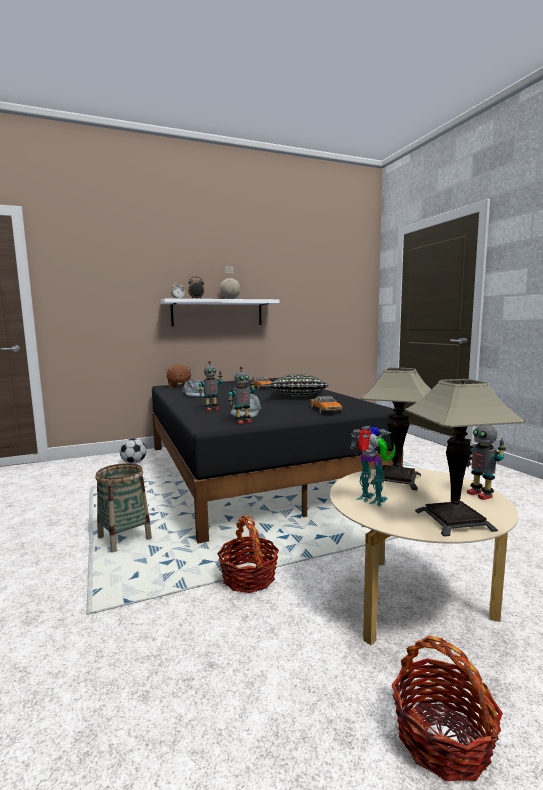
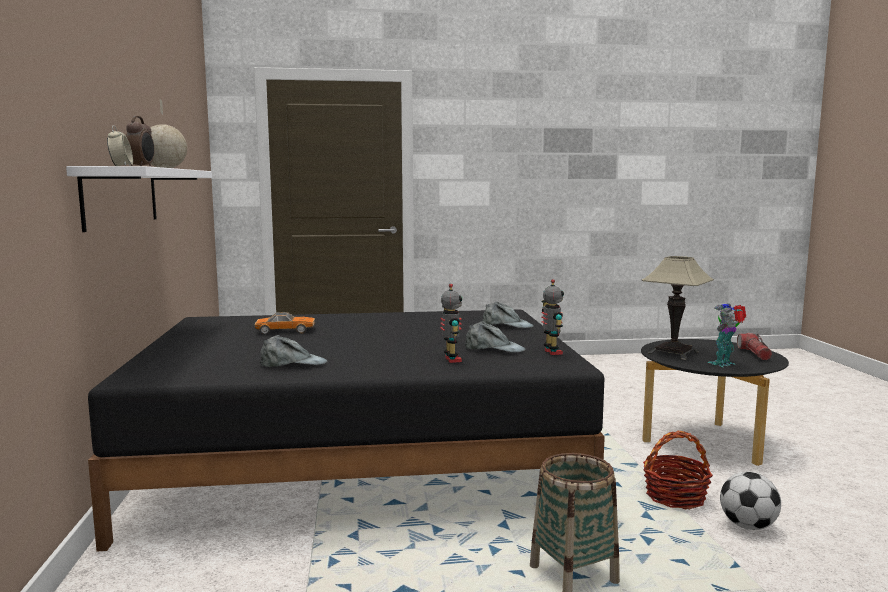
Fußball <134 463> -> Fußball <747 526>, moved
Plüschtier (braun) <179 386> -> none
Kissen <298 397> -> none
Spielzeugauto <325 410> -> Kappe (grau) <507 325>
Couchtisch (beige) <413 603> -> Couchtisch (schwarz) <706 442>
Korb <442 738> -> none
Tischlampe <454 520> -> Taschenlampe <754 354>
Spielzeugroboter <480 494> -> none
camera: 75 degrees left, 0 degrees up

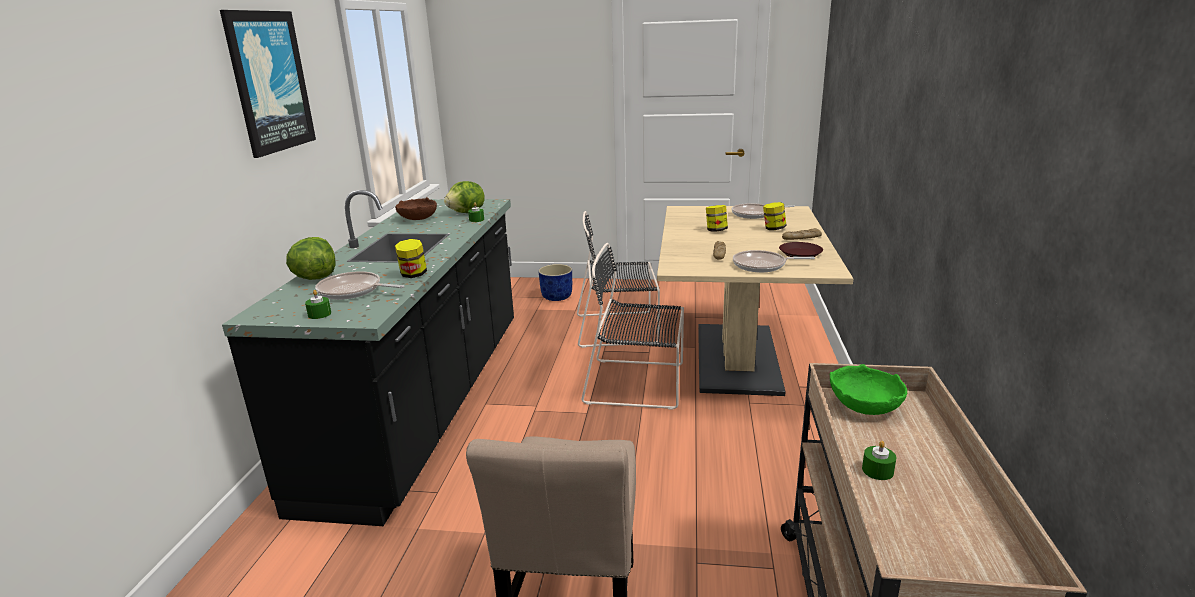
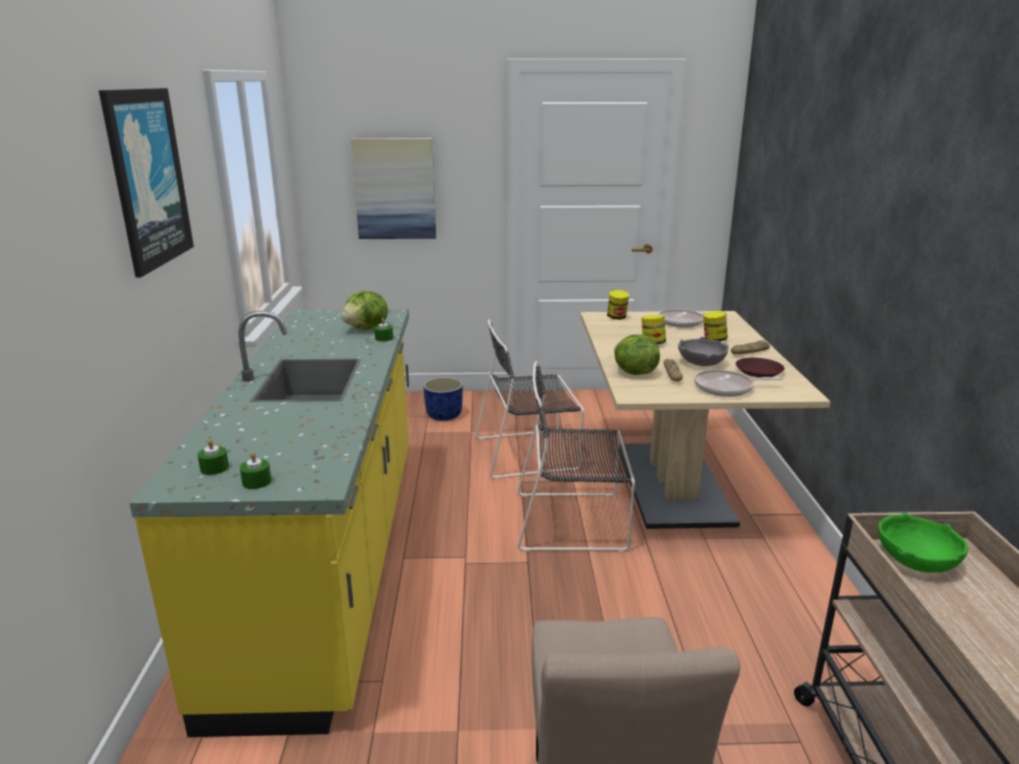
Küchenzeile (schwarz) <426 405> -> Küchenzeile (gelb) <331 564>
Salatkopf <315 278> -> Salatkopf <634 373>, moved
Pfanne <353 291> -> none
Schüssel (braun) <418 218> -> none
Vorratsglas <413 275> -> Vorratsglas <617 317>, moved
Kerze (grün) <877 470> -> Kerze (grün) <214 468>, moved
none -> Bild <395 189>
none -> Schüssel (grau) <701 363>
camera: 10 degrees left, 0 degrees up

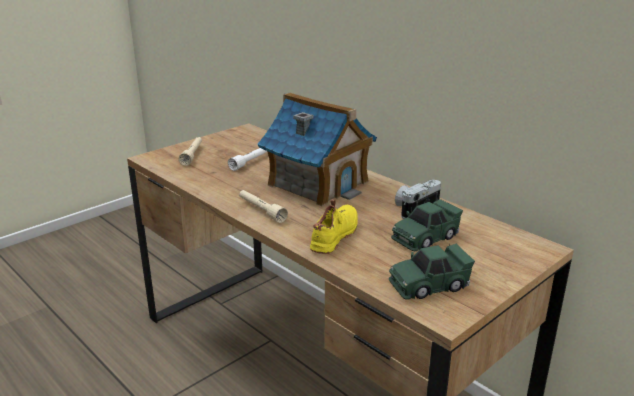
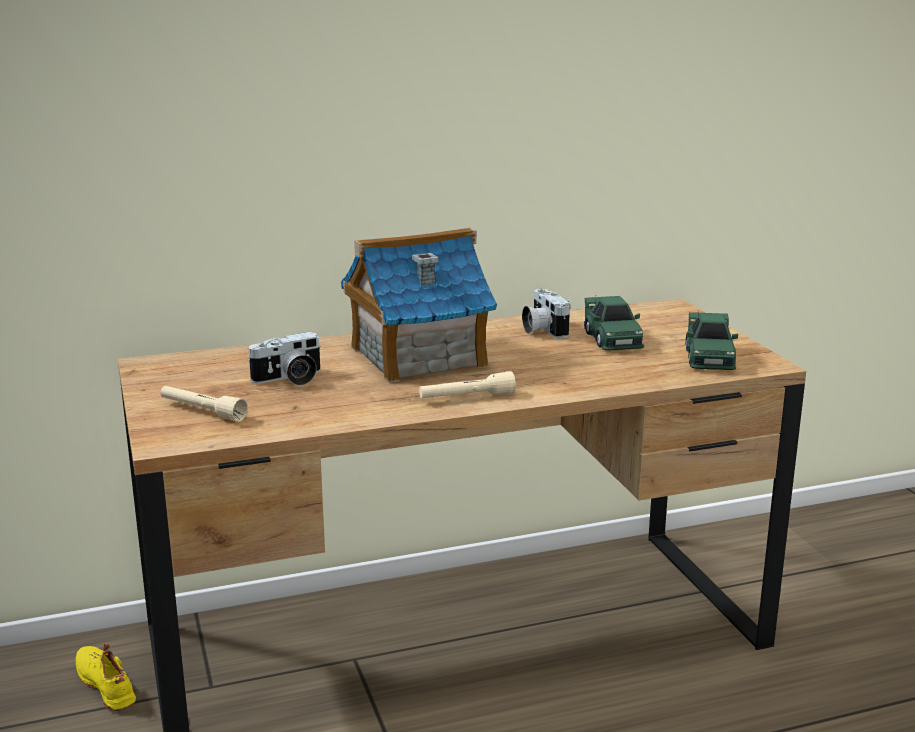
Taschenlampe (weiß) <251 161> -> Kamera <289 379>
Schuh (gelb) <336 236> -> Schuh (gelb) <108 685>, moved
camera: 65 degrees left, 5 degrees down

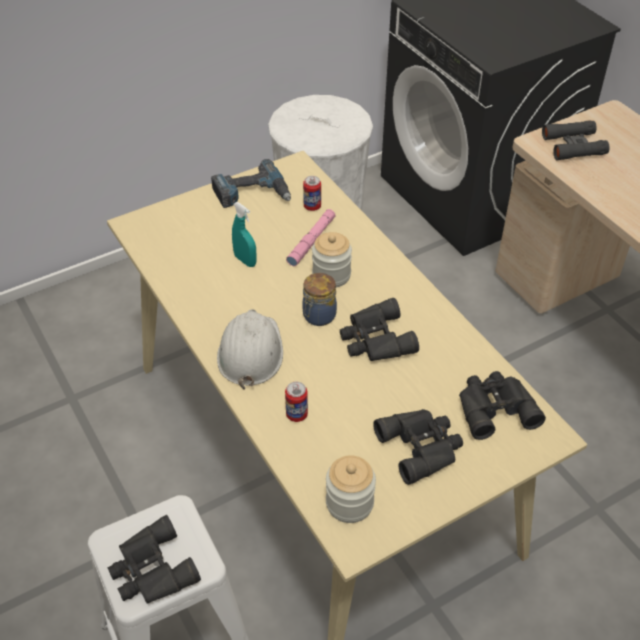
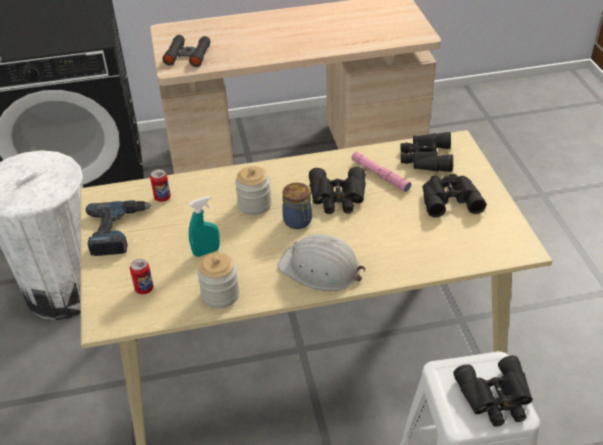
Dose <296 414> -> Dose <144 289>, moved
Taschenlampe (rosa) <311 241> -> Taschenlampe (rosa) <380 175>, moved
Vorratsglas <349 503> -> Vorratsglas <220 295>, moved
camera: 70 degrees left, 5 degrees down

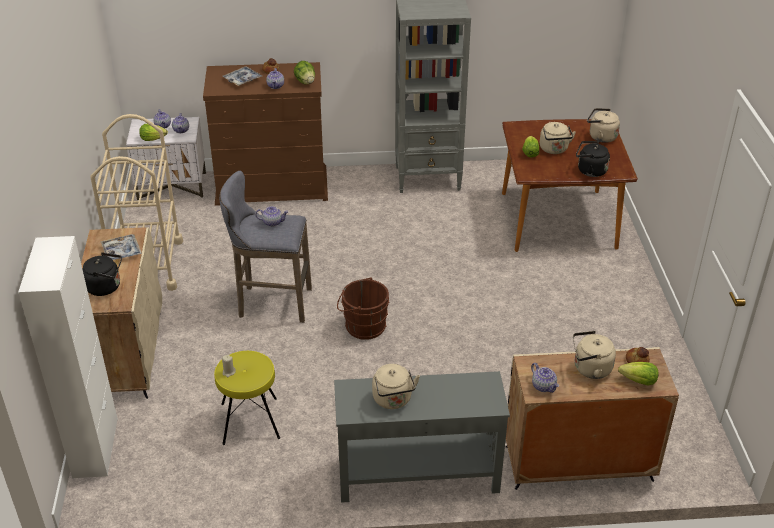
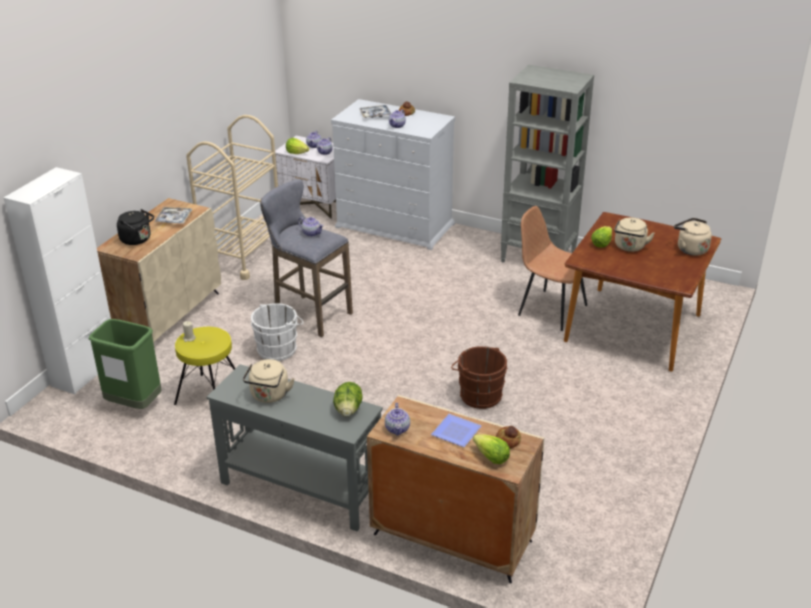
Kommode (braun) <272 186> -> Kommode (weiß) <395 226>
Salatkopf <305 82> -> Salatkopf <348 410>, moved
Eimer (braun) <363 326> -> Eimer (braun) <478 395>, moved
Wasserkessel (beige) <590 369> -> Teller <455 431>
Wasserkessel (schwarz) <589 171> -> none
none -> Mülleimer (grün) <134 405>
none -> Eimer (weiß) <279 349>
none -> Stuhl (braun) <551 309>
camera: 30 degrees right, 5 degrees down

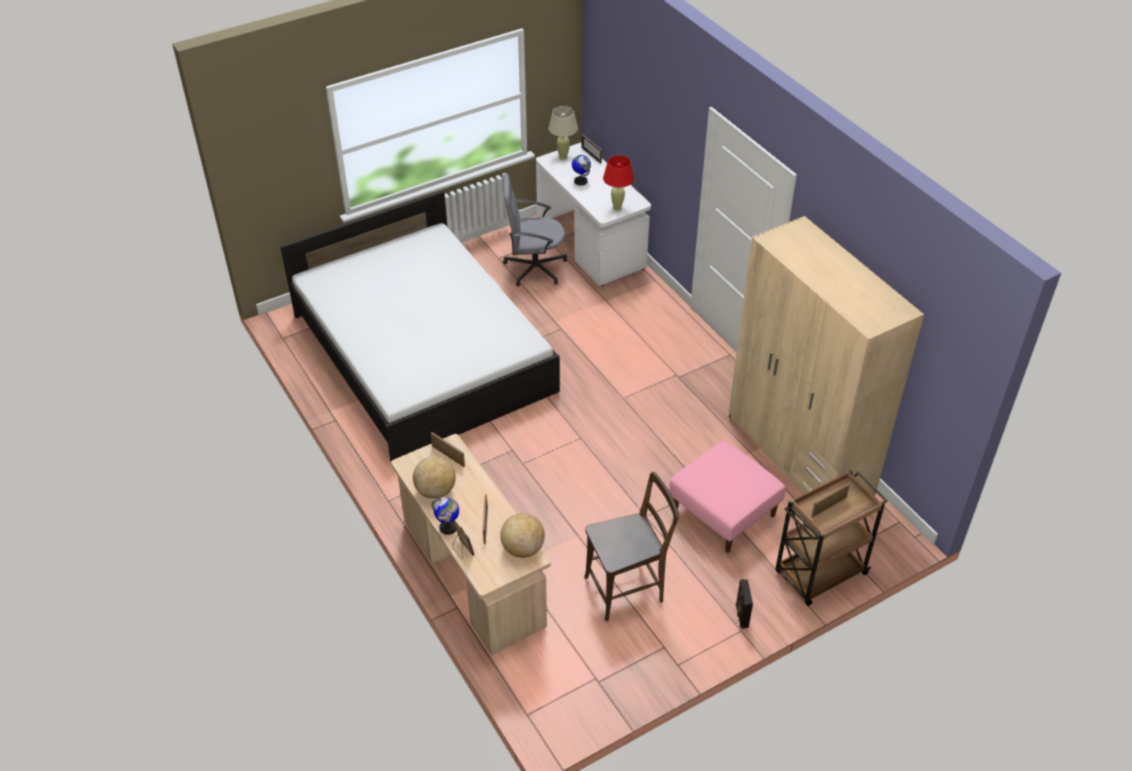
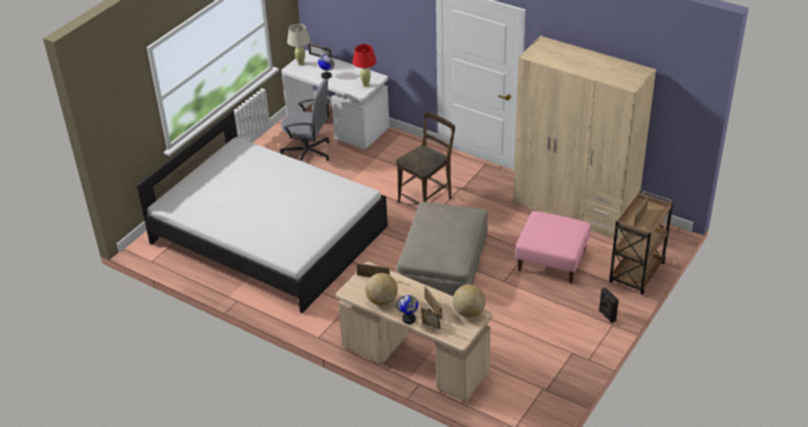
Bürostuhl (grau) <534 268> -> Bürostuhl (grau) <308 153>, 135 degrees counterclockwise
Stuhl (braun) <628 588> -> Stuhl (braun) <426 199>, moved
none -> Polsterhocker (beige) <443 259>
camera: 25 degrees left, 5 degrees down

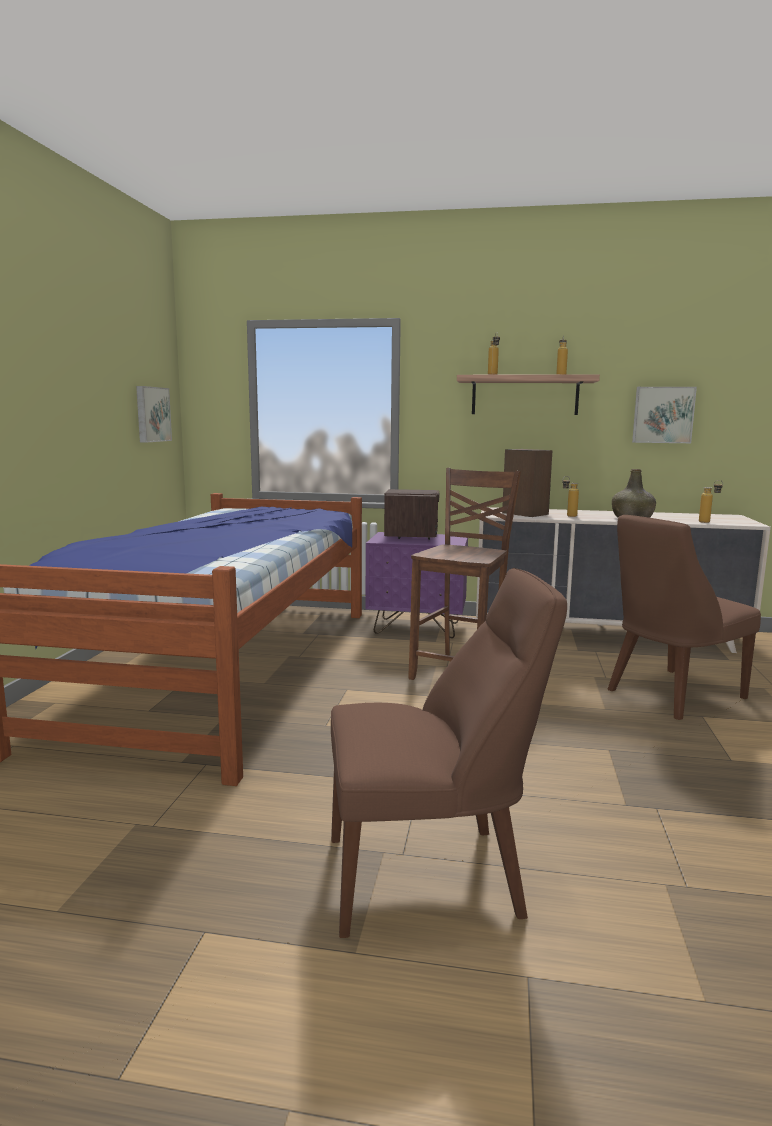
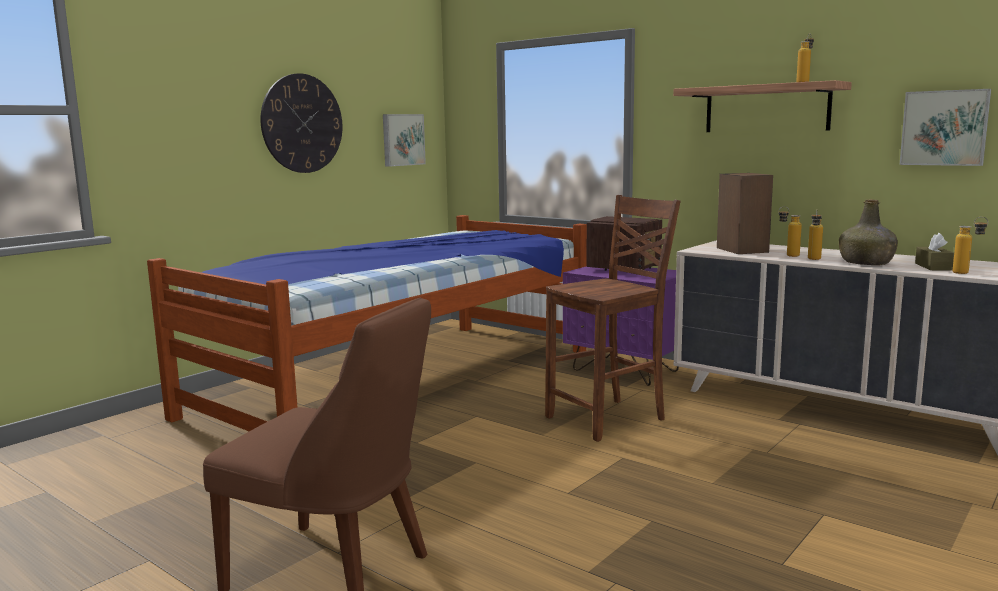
Flasche <493 374> -> Flasche <814 259>, moved
Stuhl (braun) <670 695> -> none
none -> Wanduhr <302 123>
none -> Taschentuchbox (braun) <933 266>
camera: 30 degrees right, 0 degrees up

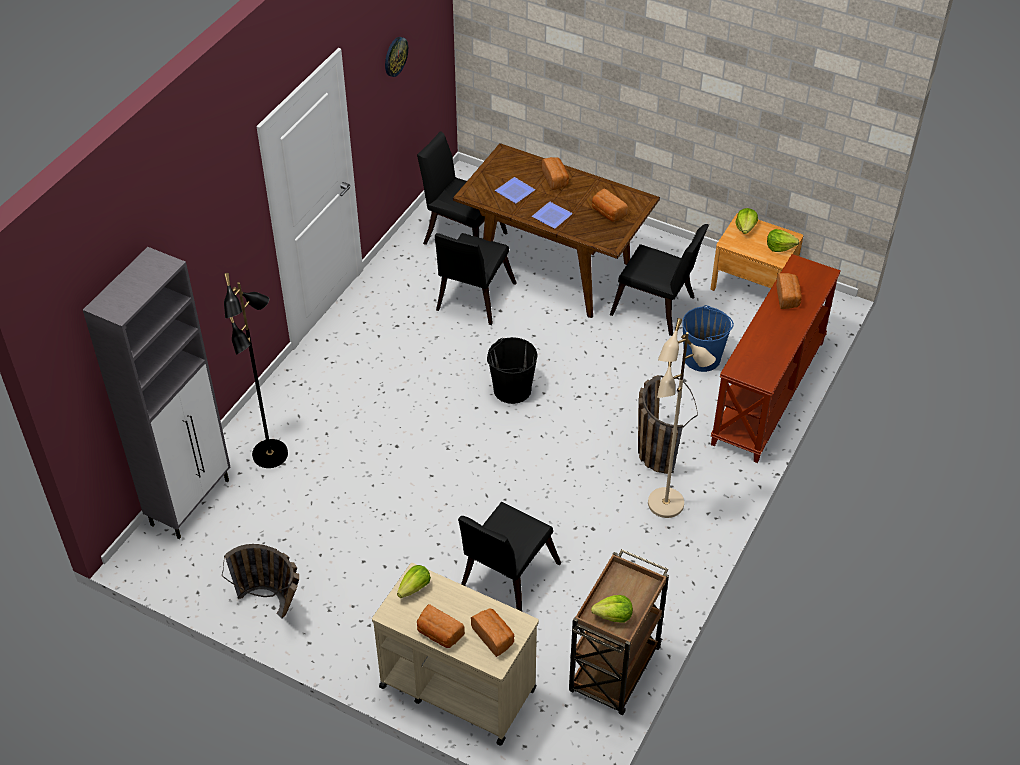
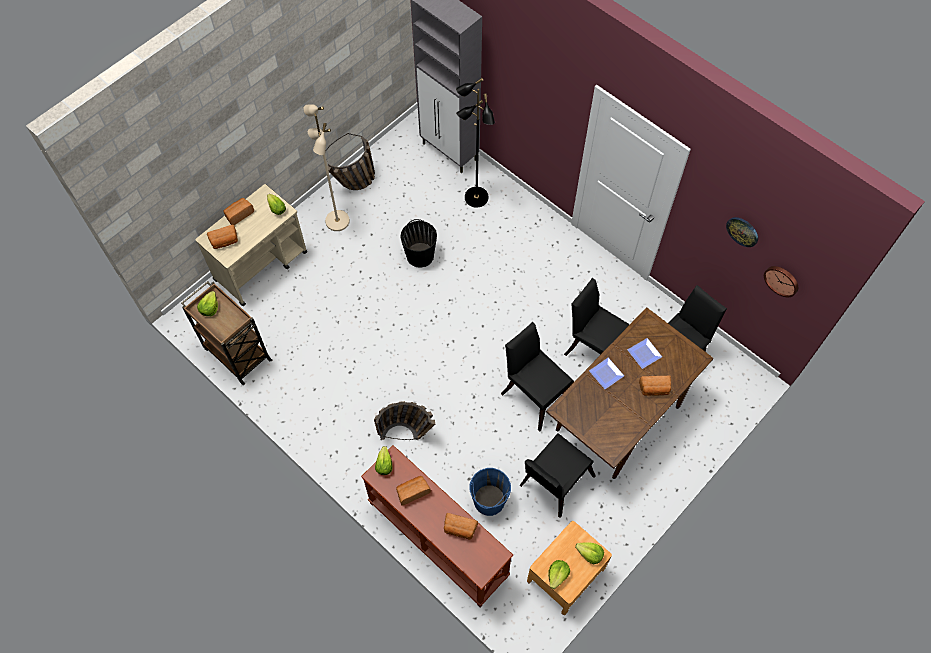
Stuhl (schwarz) <505 579> -> Stuhl (schwarz) <534 393>, moved
Eimer (schwarz) <512 389> -> Eimer (schwarz) <420 255>, moved
Brot <607 213> -> Brot <412 492>, moved
Stehlampe (beige) <666 504> -> Stehlampe (beige) <336 221>, moved
none -> Salatkopf <384 465>
none -> Wanduhr <782 280>
camera: 105 degrees right, 15 degrees up

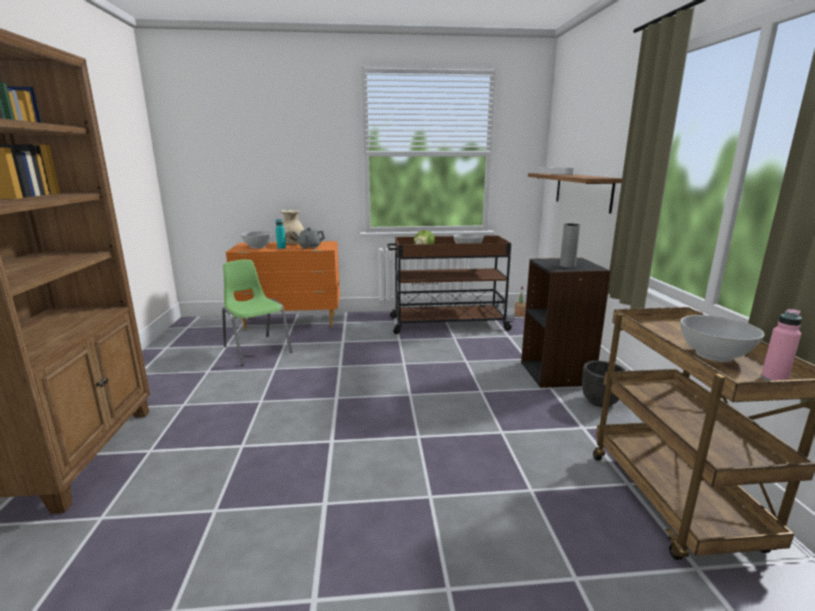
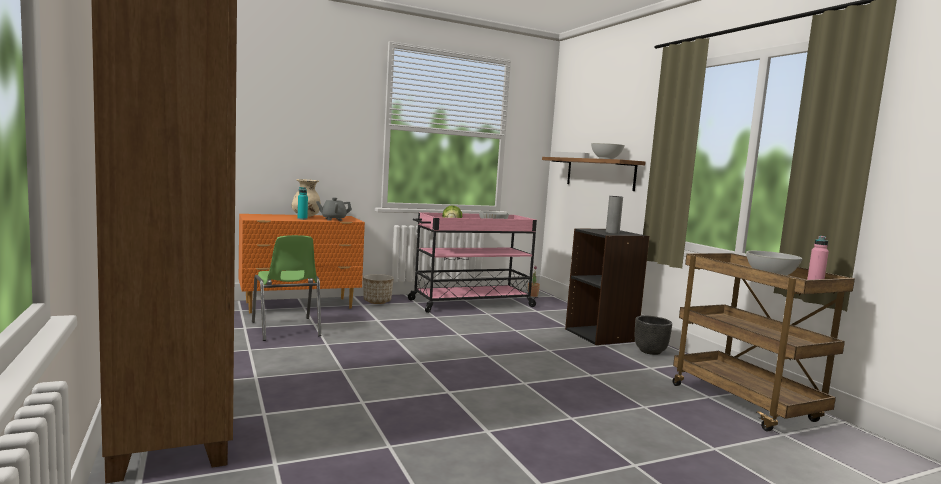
Stuhl (grün) <256 349> -> Stuhl (grün) <286 329>, 150 degrees counterclockwise
Schüssel (weiß) <258 247> -> Schüssel (weiß) <606 159>, moved
Rollwagen (braun) <447 324> -> Rollwagen (rosa) <470 303>
none -> Pflanzkübel <377 301>
camera: 20 degrees left, 10 degrees down

